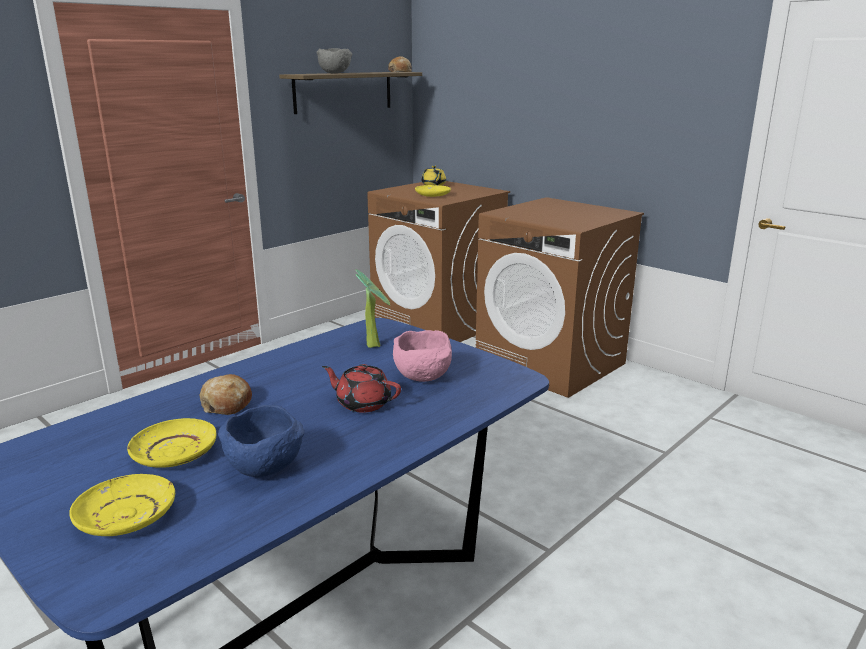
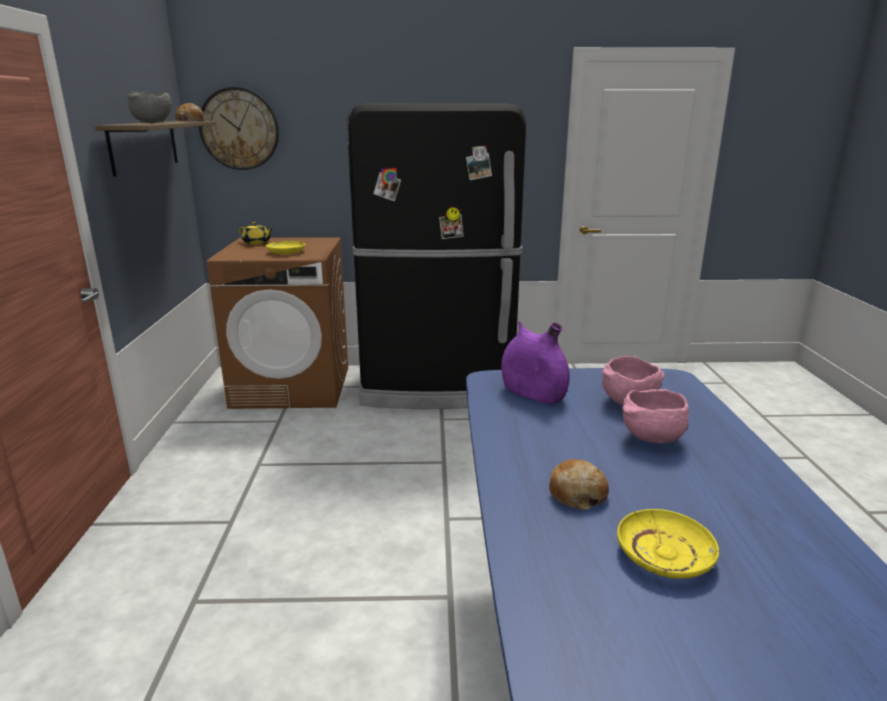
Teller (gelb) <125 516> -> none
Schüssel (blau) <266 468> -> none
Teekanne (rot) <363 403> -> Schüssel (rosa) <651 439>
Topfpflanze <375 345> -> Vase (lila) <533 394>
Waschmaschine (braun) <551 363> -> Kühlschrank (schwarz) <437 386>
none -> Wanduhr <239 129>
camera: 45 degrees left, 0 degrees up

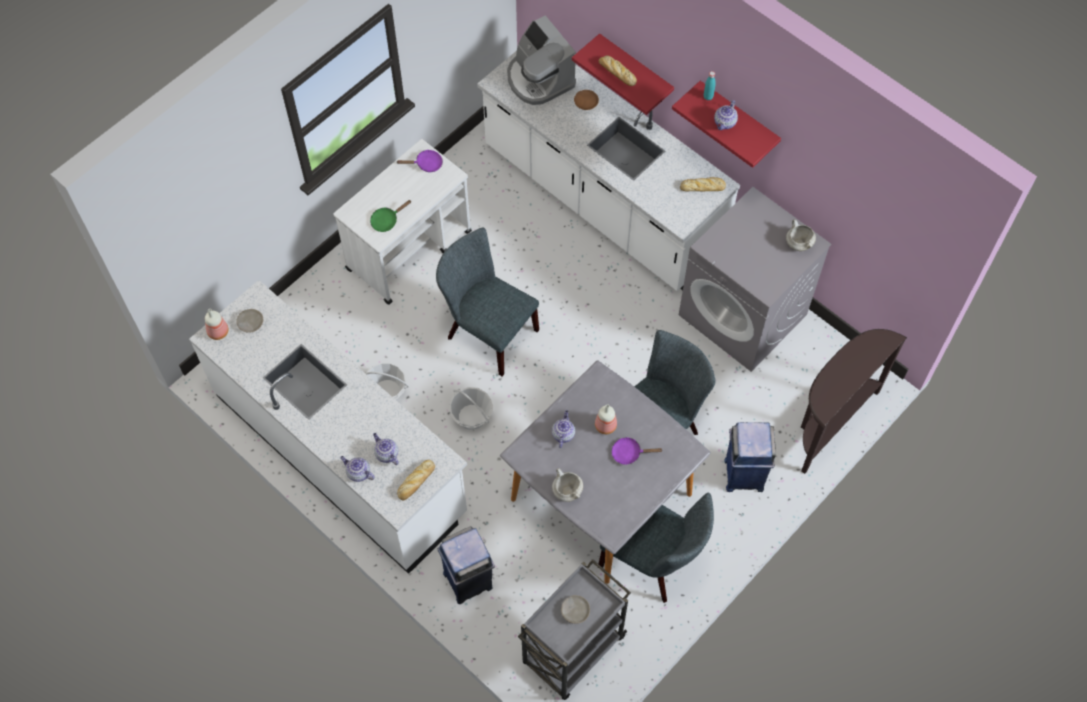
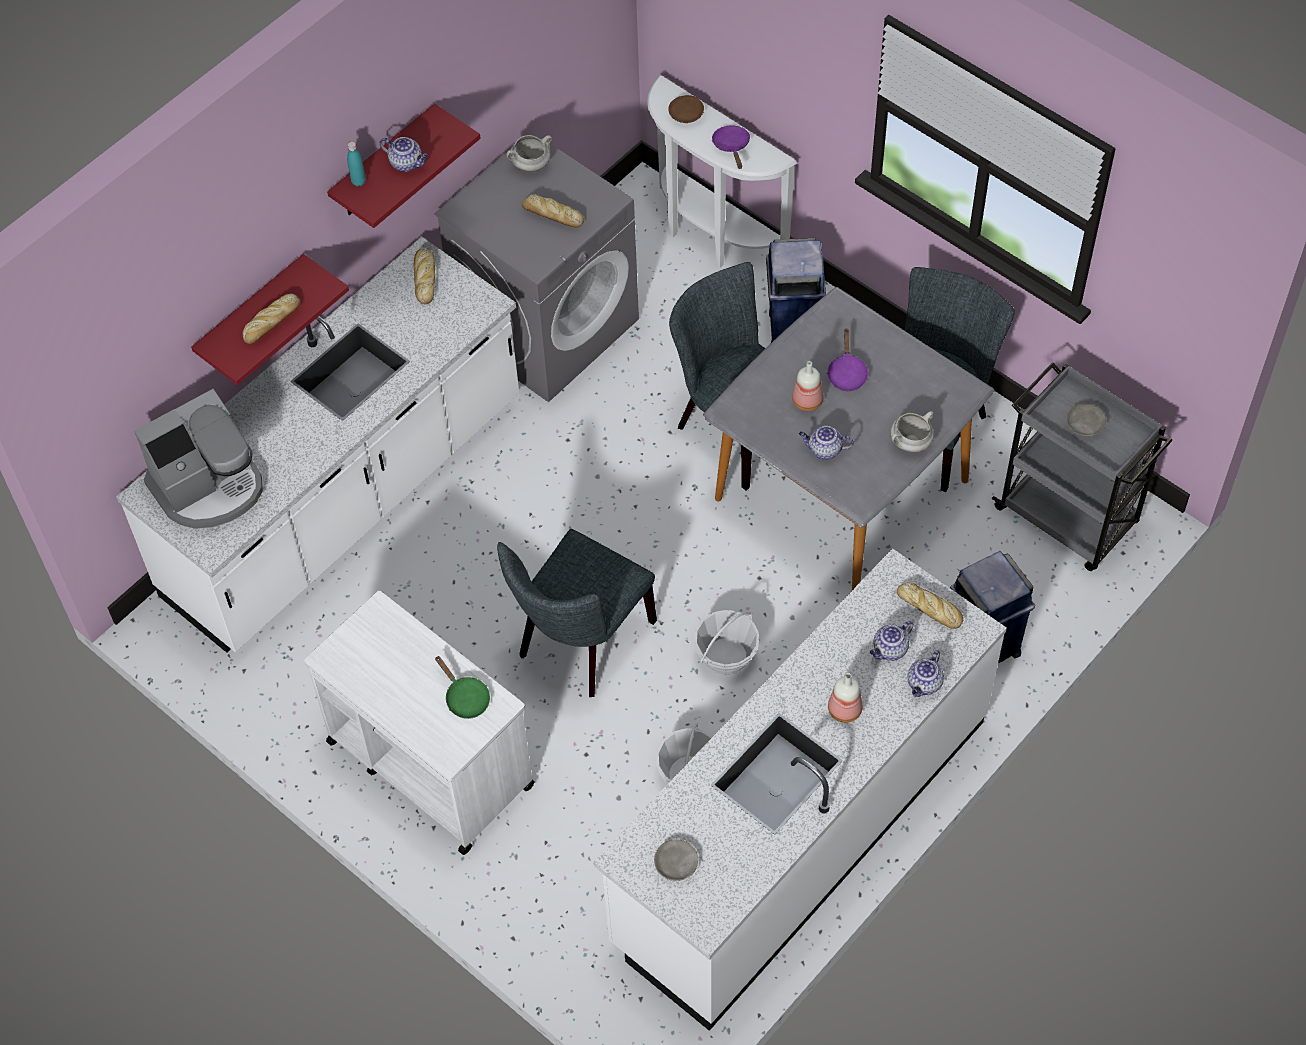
Flasche <217 332> -> Flasche <845 710>, moved
Pfanne (lila) <426 164> -> Pfanne (lila) <732 146>, moved
Teller (braun) <586 102> -> Teller (braun) <685 114>, moved
Konsolentisch (braun) <829 422> -> Konsolentisch (weiß) <711 237>
none -> Brot <551 215>
camera: 90 degrees left, 5 degrees down

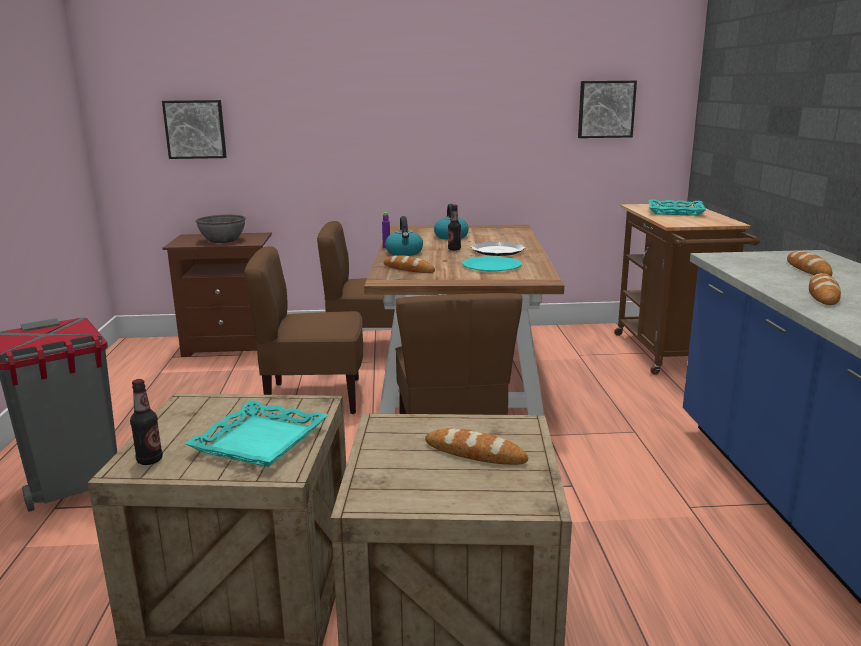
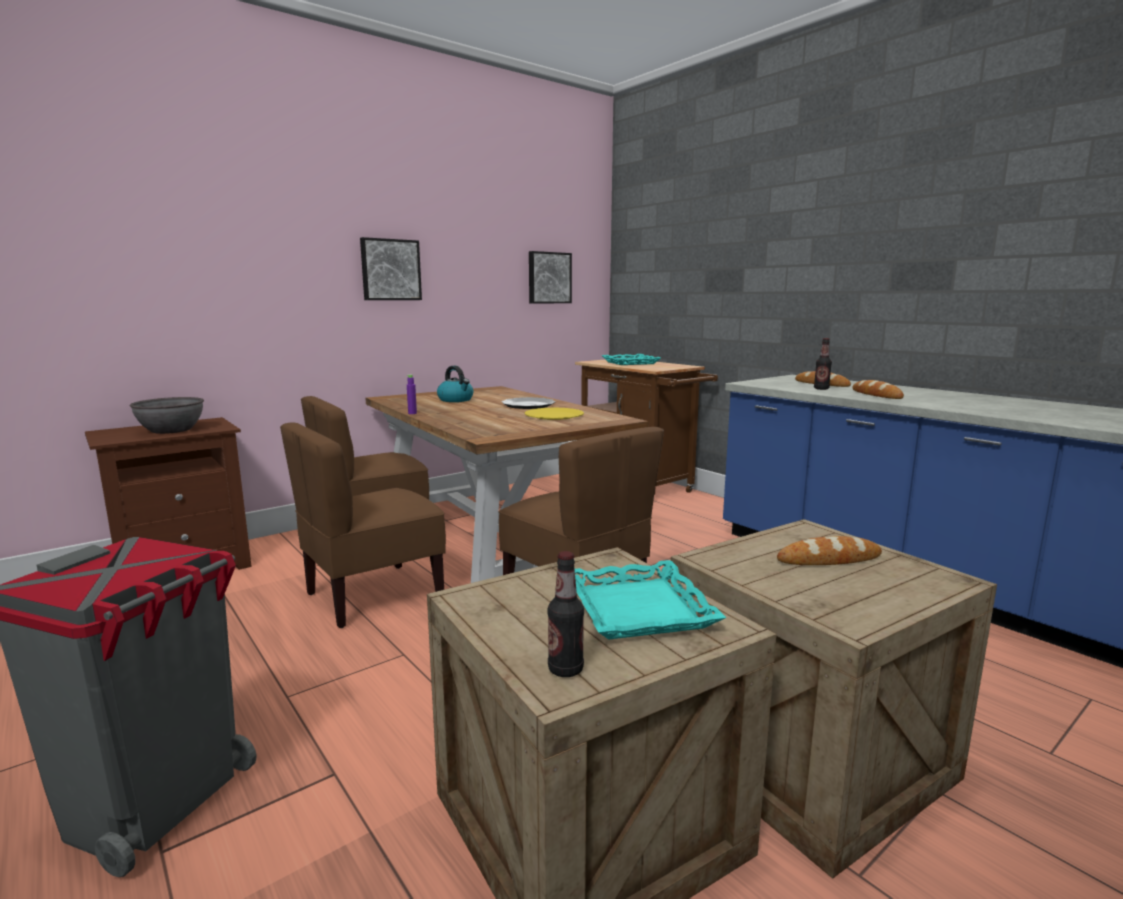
Bild <195 129> -> Bild <390 270>, moved
Brot <408 269> -> none
Wasserkessel <404 252> -> none
Flasche <454 249> -> Flasche <821 389>, moved
Teller (türkis) <491 266> -> Teller (gelb) <554 415>
camera: 35 degrees left, 5 degrees down

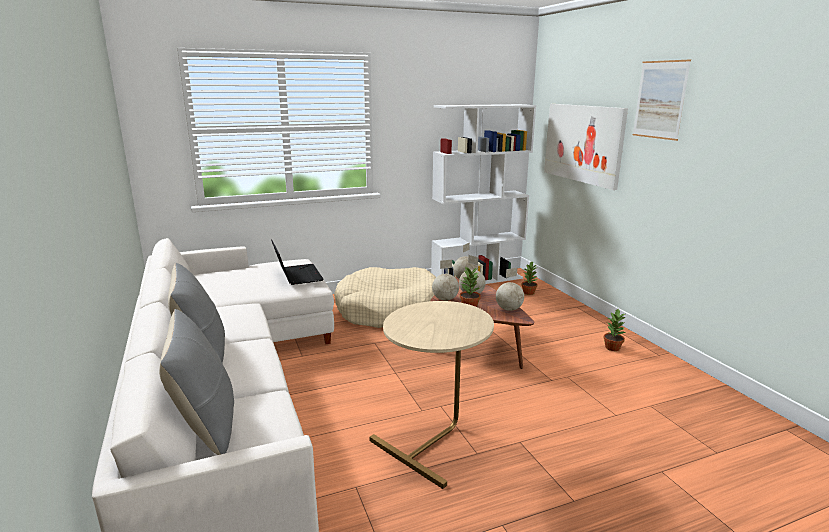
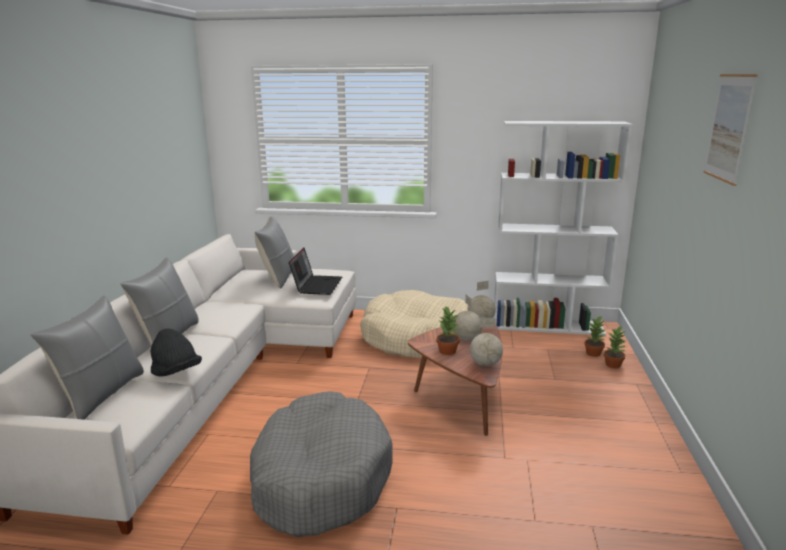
Beistelltisch (beige) <435 441> -> Hundebett (grau) <320 477>
Globus <444 299> -> none
Bild <583 143> -> none
Topfpflanze <613 347> -> Topfpflanze <613 365>, moved
none -> Hut (schwarz) <176 372>
none -> Kissen (grau) <278 278>
camera: 30 degrees right, 0 degrees up

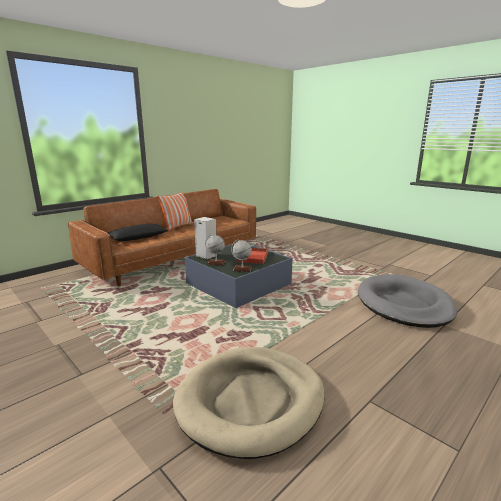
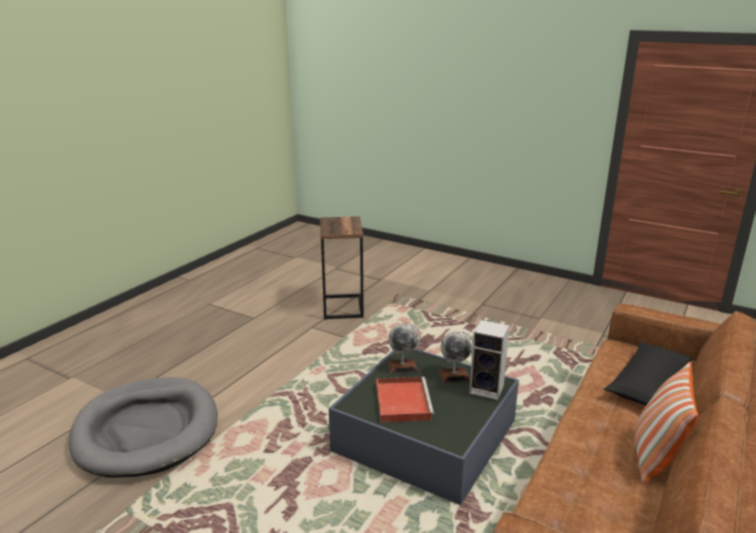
Hundebett (beige) <251 401> -> Beistelltisch <341 307>
camera: 165 degrees right, 5 degrees up

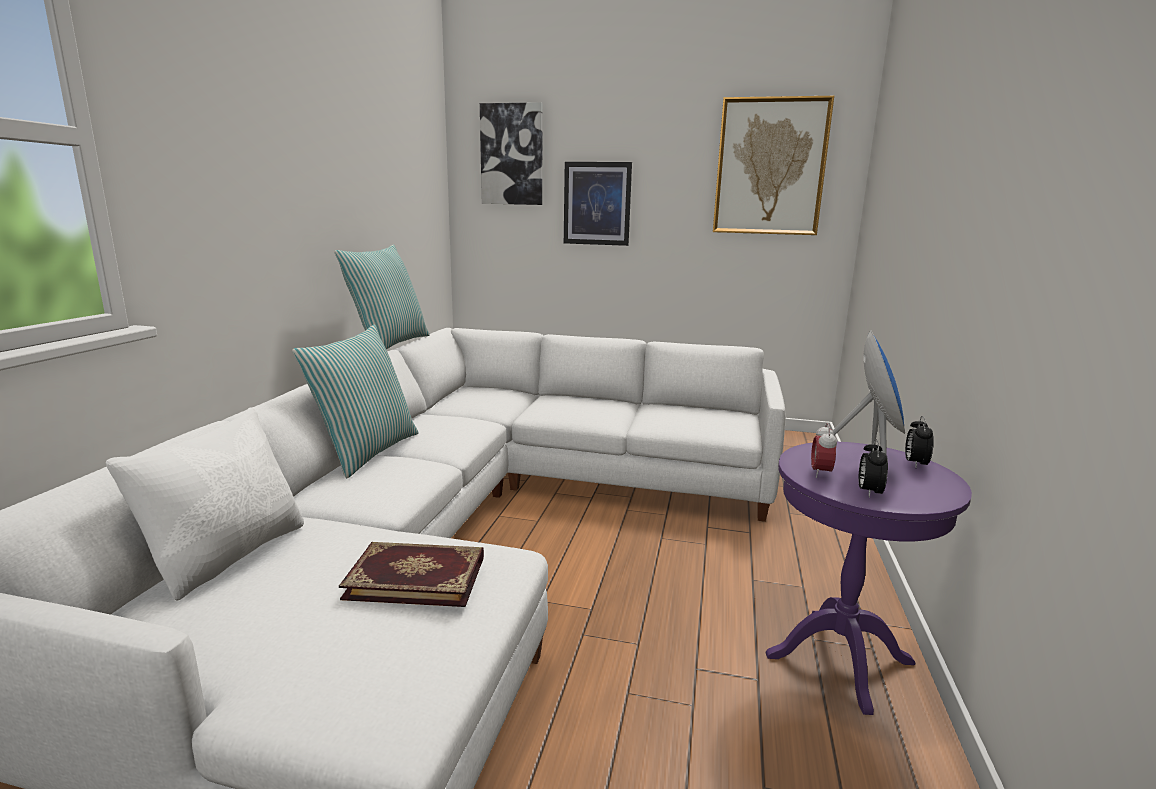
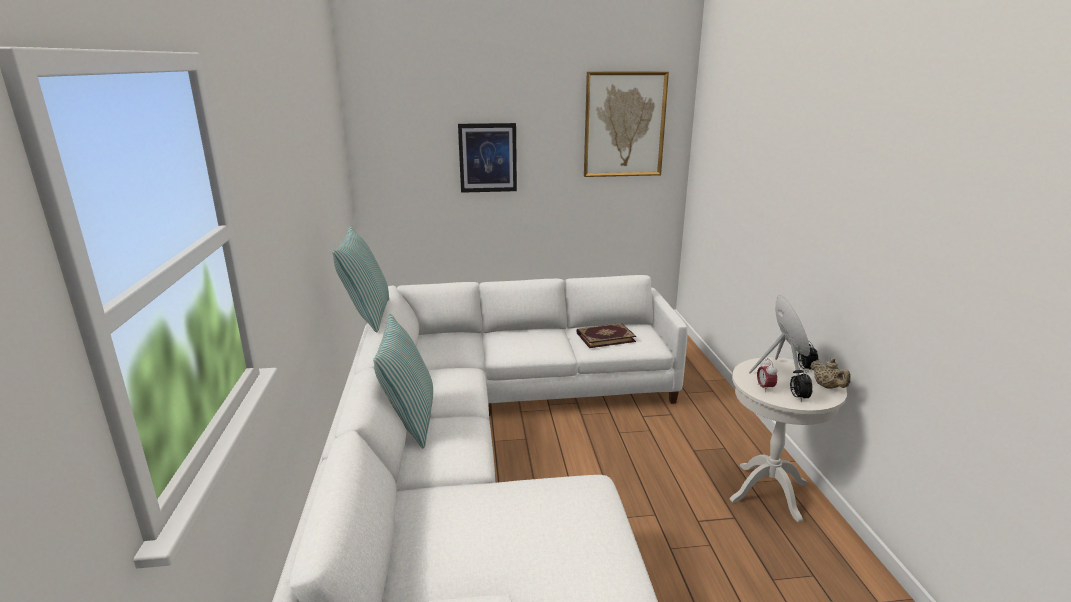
Kissen (weiß) <230 555> -> none
Buch <416 576> -> Buch <605 337>, moved
Bild <512 155> -> none
Beistelltisch (lila) <839 659> -> Beistelltisch (weiß) <769 492>
none -> Teekanne (beige) <827 387>
camera: 20 degrees left, 5 degrees up

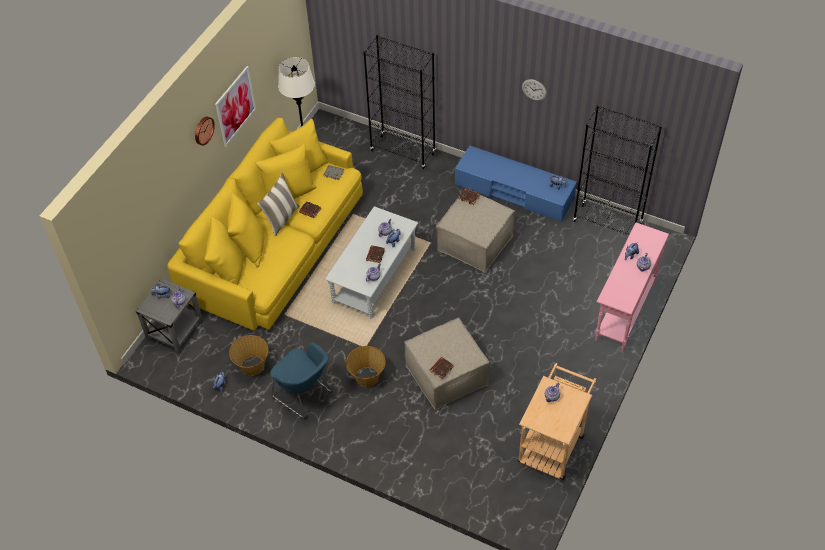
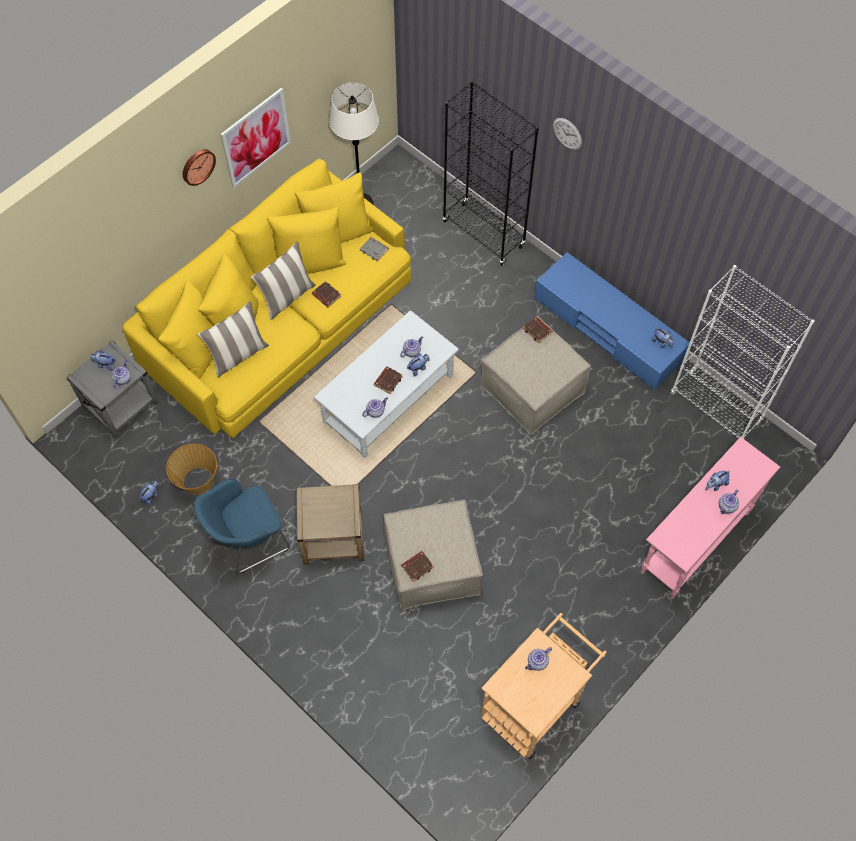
Sessel (blau) <305 396> -> Sessel (blau) <247 541>, 90 degrees clockwise
Korb <367 377> -> Beistelltisch (beige) <332 538>
Wanduhr <534 89> -> Wanduhr <567 133>, moved
Bücherregal (schwarz) <607 223> -> Bücherregal (weiß) <715 408>
none -> Kissen <238 354>
camera: 15 degrees right, 10 degrees up

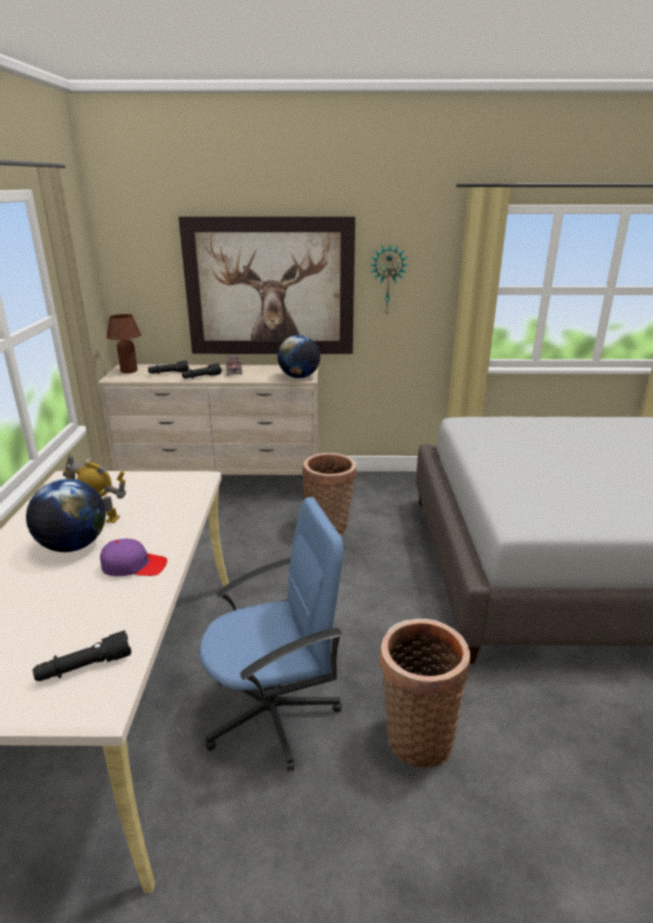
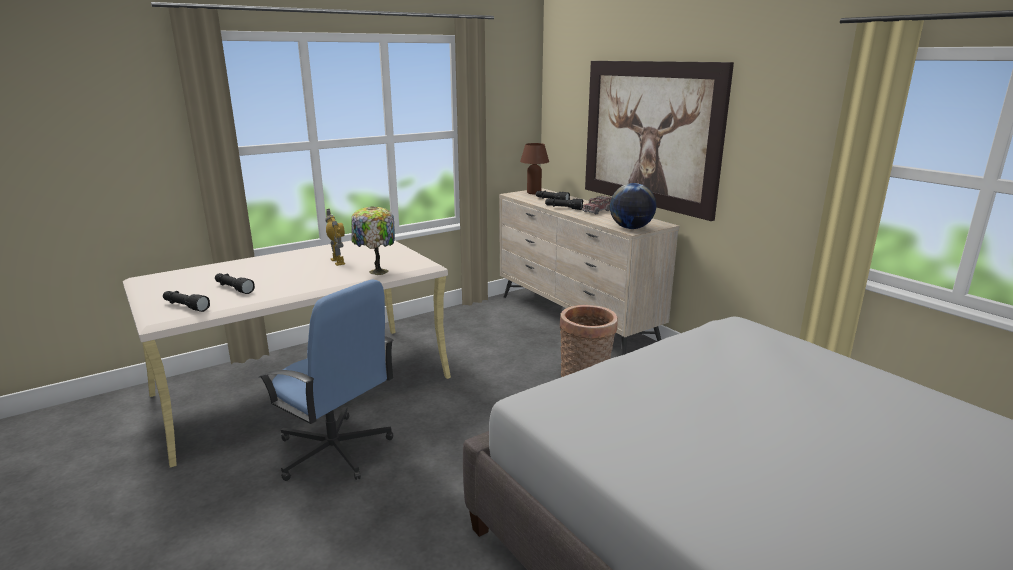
Globus <73 546> -> none
Kappe (lila) <134 566> -> none
Wanduhr <388 280> -> none
Korb <416 735> -> none
none -> Taschenlampe (schwarz) <233 288>
none -> Tischlampe <376 271>
camera: 55 degrees right, 5 degrees down

